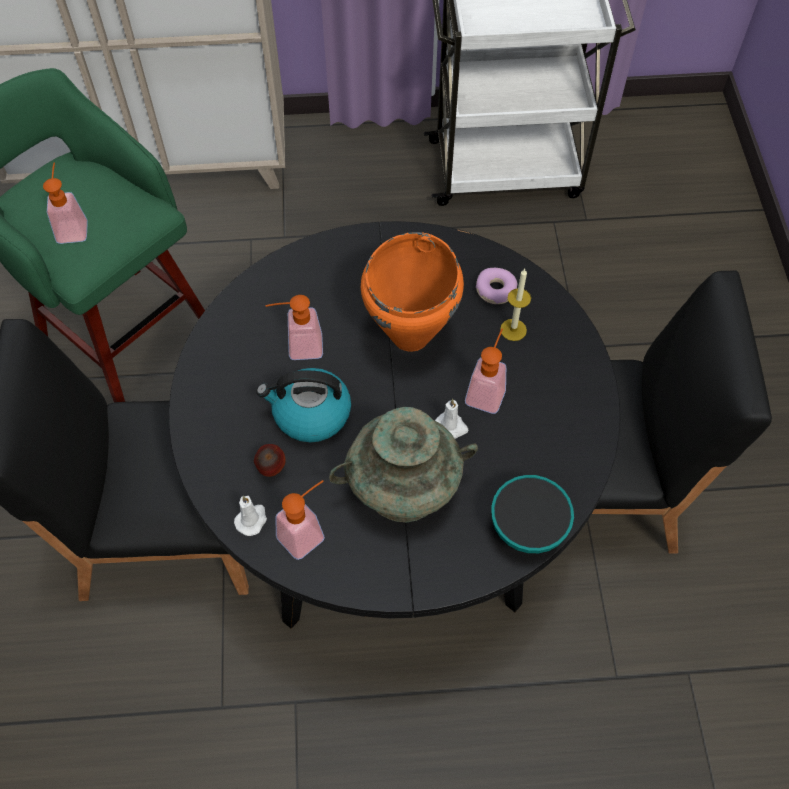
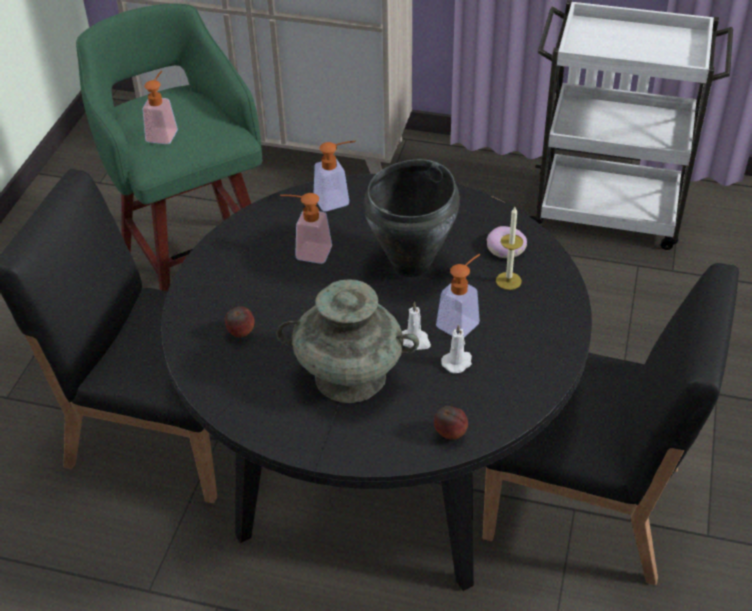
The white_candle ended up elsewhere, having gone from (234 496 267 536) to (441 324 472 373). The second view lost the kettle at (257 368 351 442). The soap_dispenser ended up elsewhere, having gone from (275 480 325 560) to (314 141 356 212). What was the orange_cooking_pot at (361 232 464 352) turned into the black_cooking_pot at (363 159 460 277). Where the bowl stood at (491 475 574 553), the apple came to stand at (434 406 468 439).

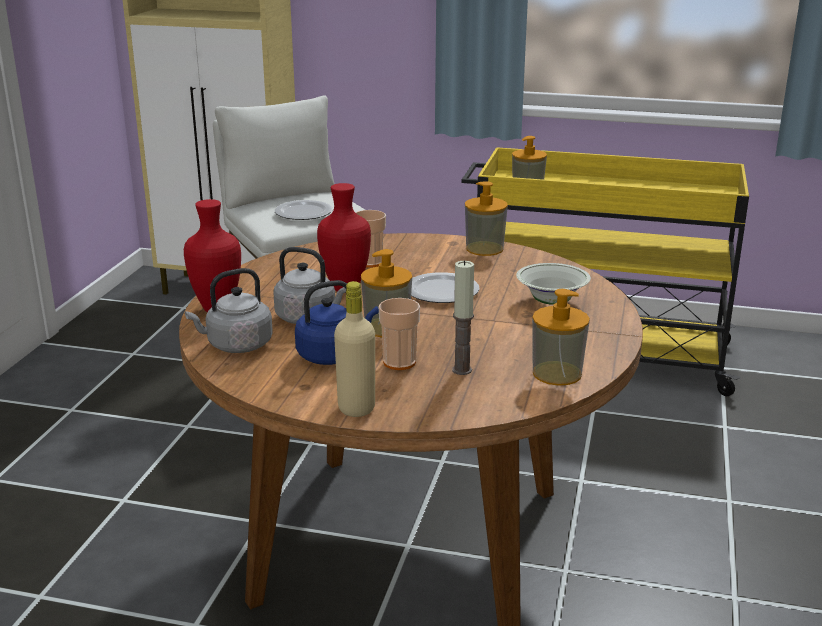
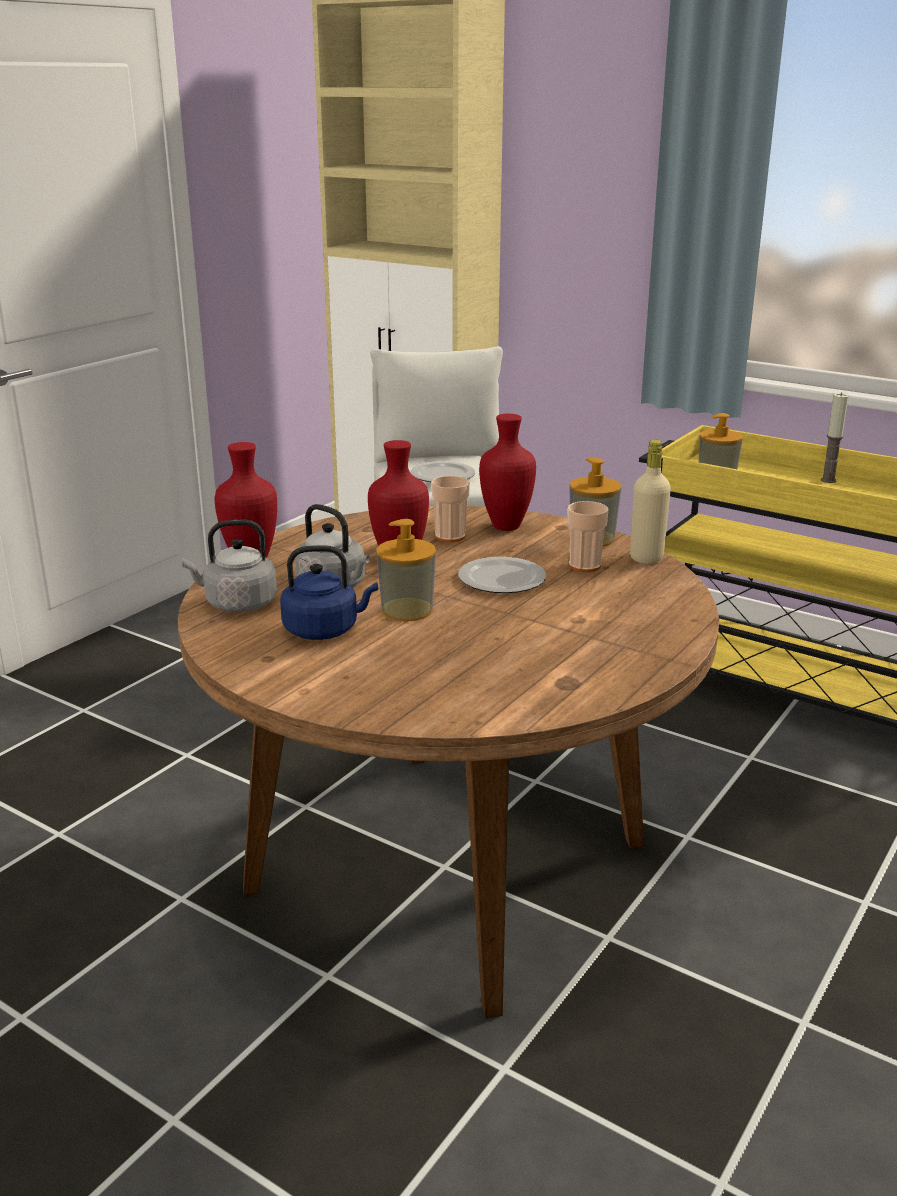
The beige_bottle ended up elsewhere, having gone from (334 281 375 417) to (630 440 671 564). The cup ended up elsewhere, having gone from (378 298 420 370) to (567 501 609 572). The candle ended up elsewhere, having gone from (452 260 474 375) to (821 393 849 483). The second view lost the white_bowl at (516 263 591 305). The second view lost the soap_dispenser at (532 289 590 386). The second view gained the red_vase at (479 414 536 531).

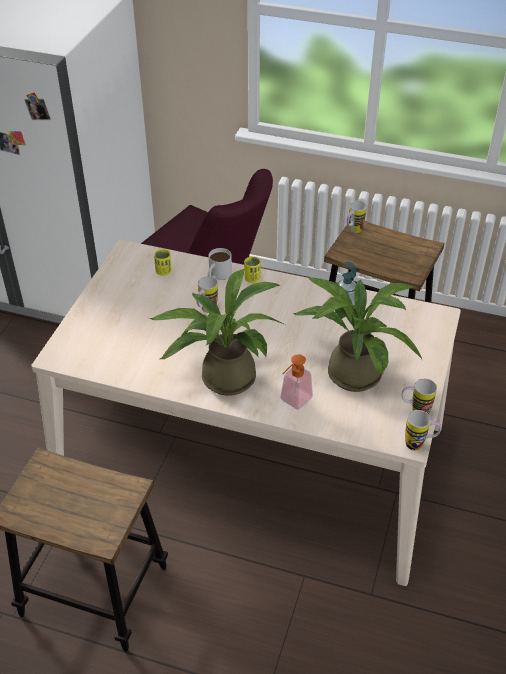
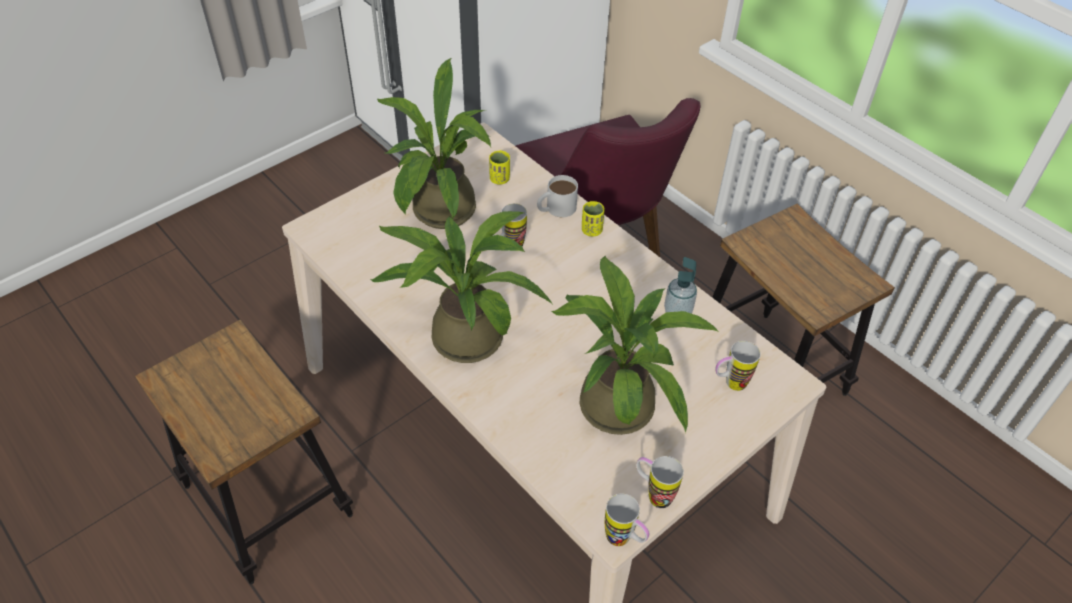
The second view lost the soap_dispenser at (280 354 313 410). The mug ended up elsewhere, having gone from (347 201 367 233) to (715 341 761 391). The second view gained the potted_plant at (377 58 491 229).

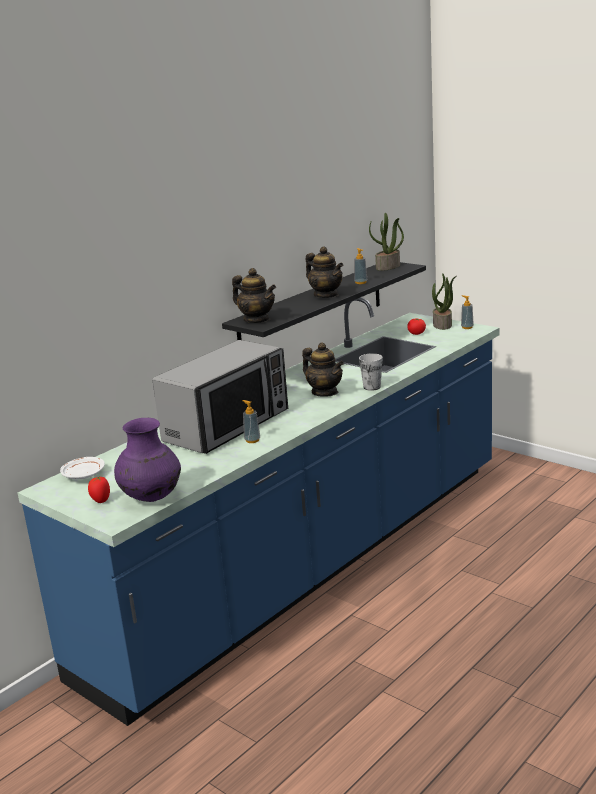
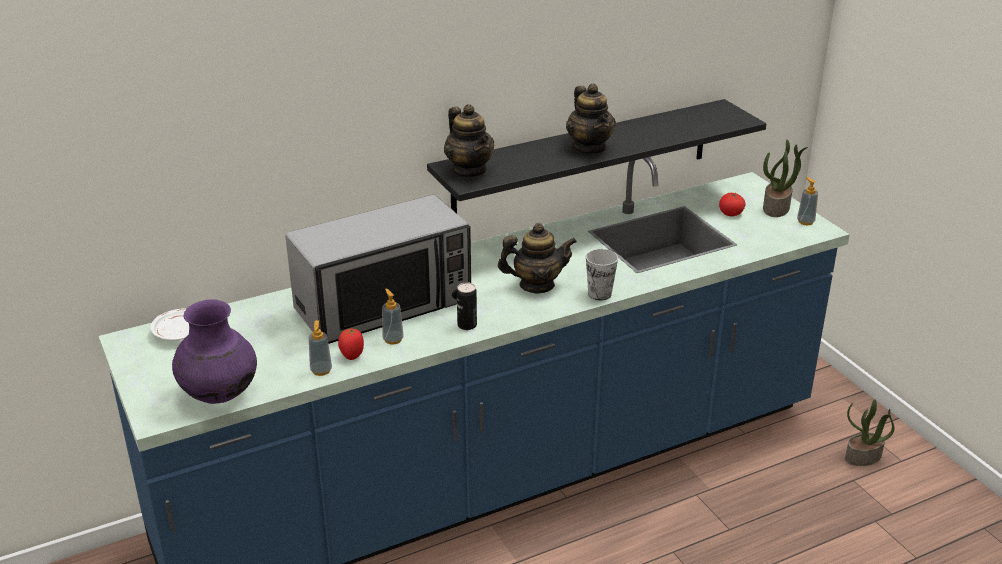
The tomato ended up elsewhere, having gone from (88 476 110 503) to (338 328 364 360). The teapot at (302 342 344 397) ended up facing another way, 75 degrees counterclockwise from before. The soap_dispenser ended up elsewhere, having gone from (354 248 367 284) to (309 320 332 376). The potted_plant ended up elsewhere, having gone from (369 213 404 271) to (845 399 894 466). The second view gained the can at (457 282 477 330).

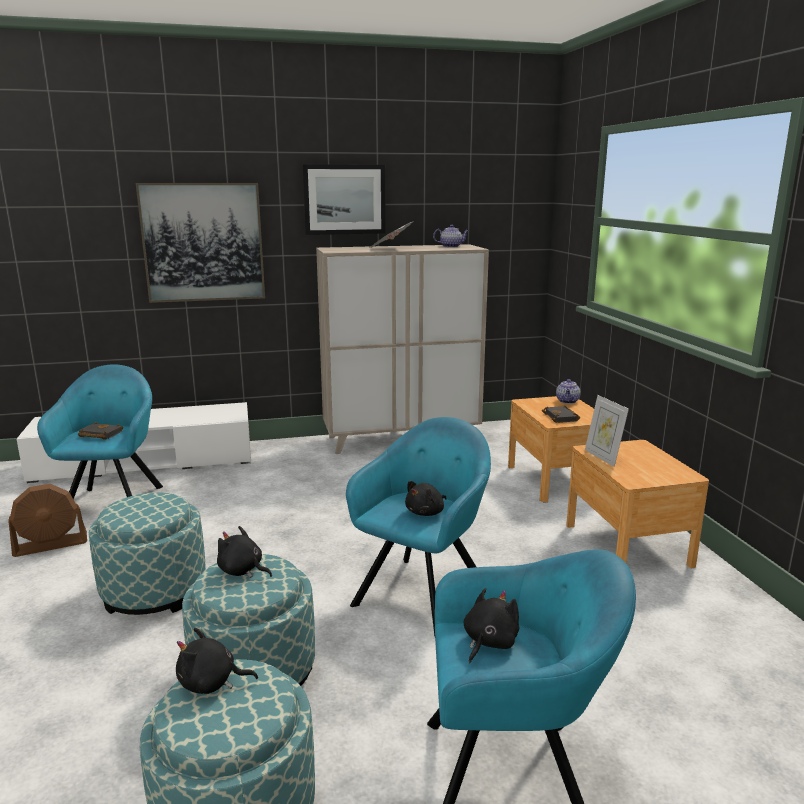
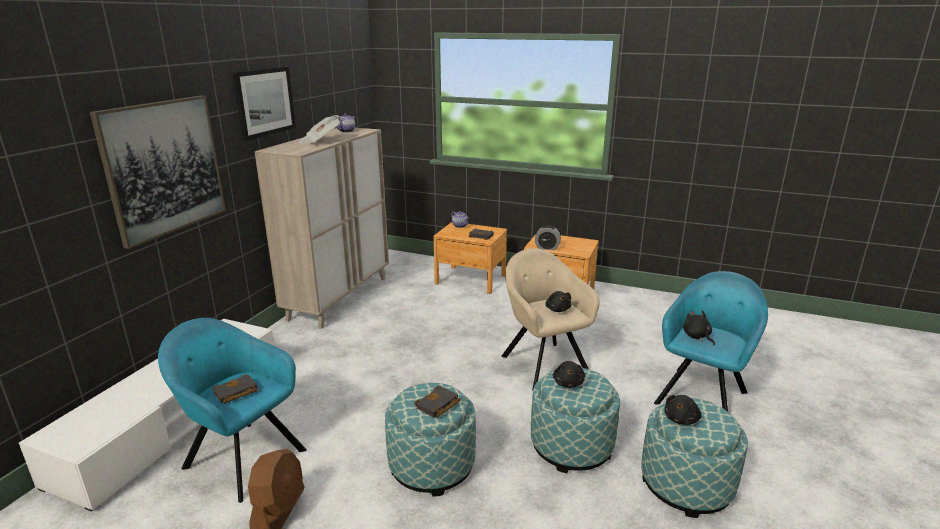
The black_plush_toy at (217 526 272 578) ended up facing another way, 60 degrees counterclockwise from before. What was the turquoise_armchair at (346 417 491 636) turned into the beige_armchair at (502 248 600 391). Where the picture_frame stood at (585 395 629 467), the alarm_clock came to stand at (535 225 561 250). The second view gained the black_book at (414 386 461 418).

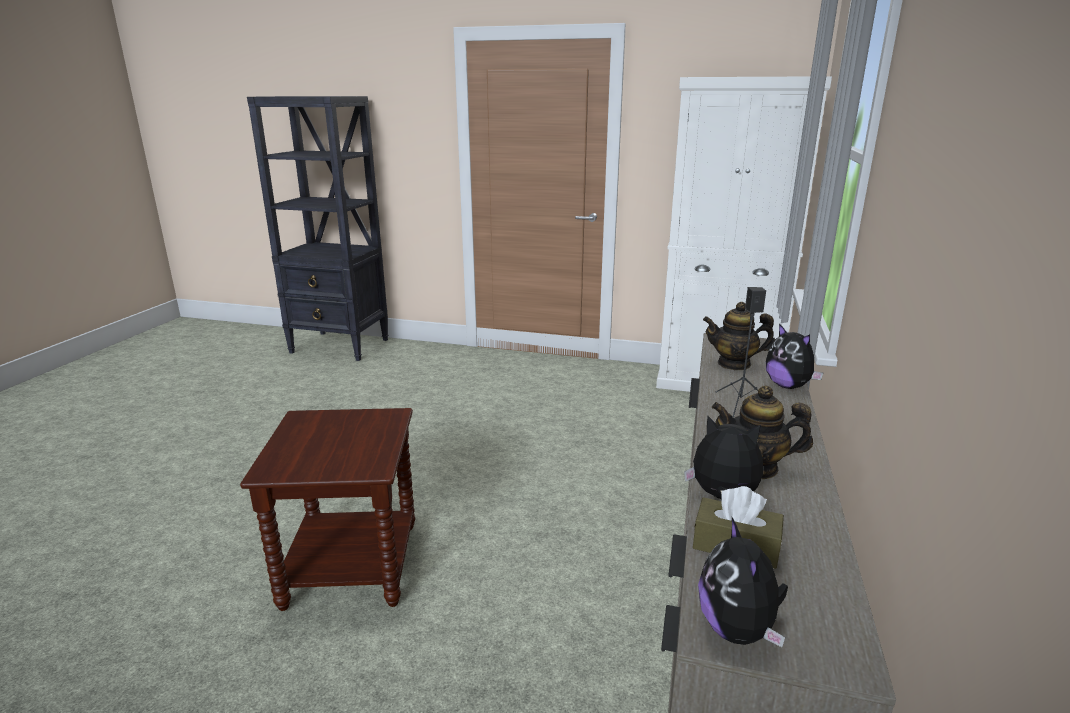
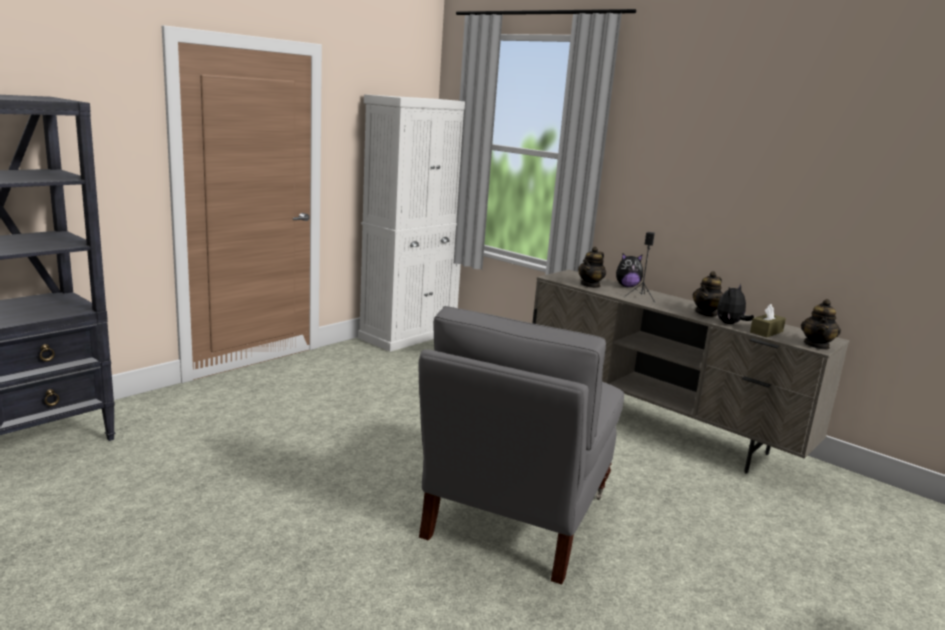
Where the brown_side_table stood at (240 408 415 611), the grey_armchair came to stand at (418 306 624 585). Where the plush_toy stood at (698 518 788 647), the teapot came to stand at (801 299 841 350).

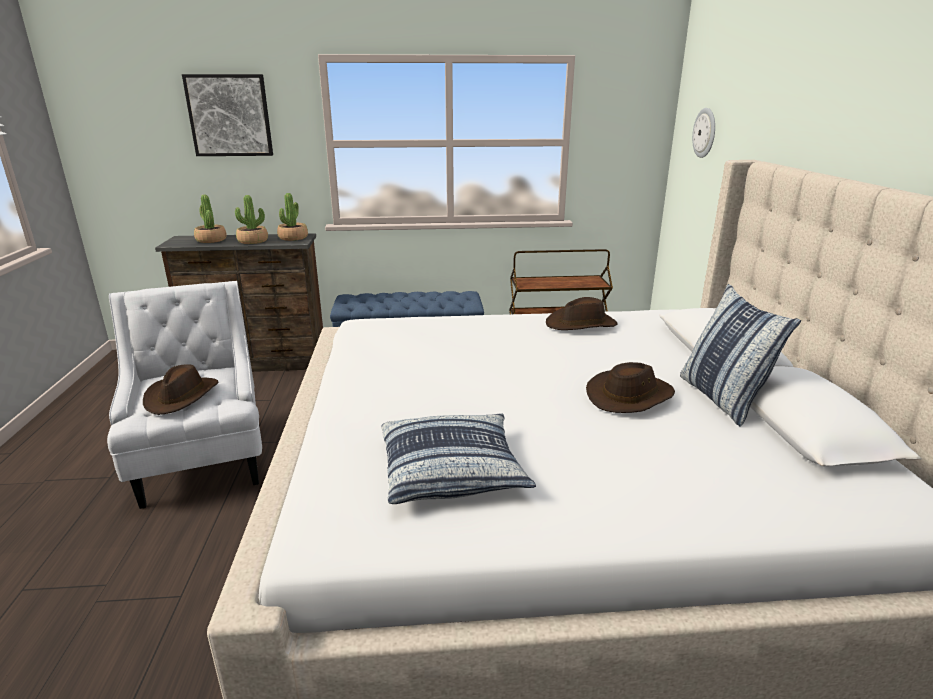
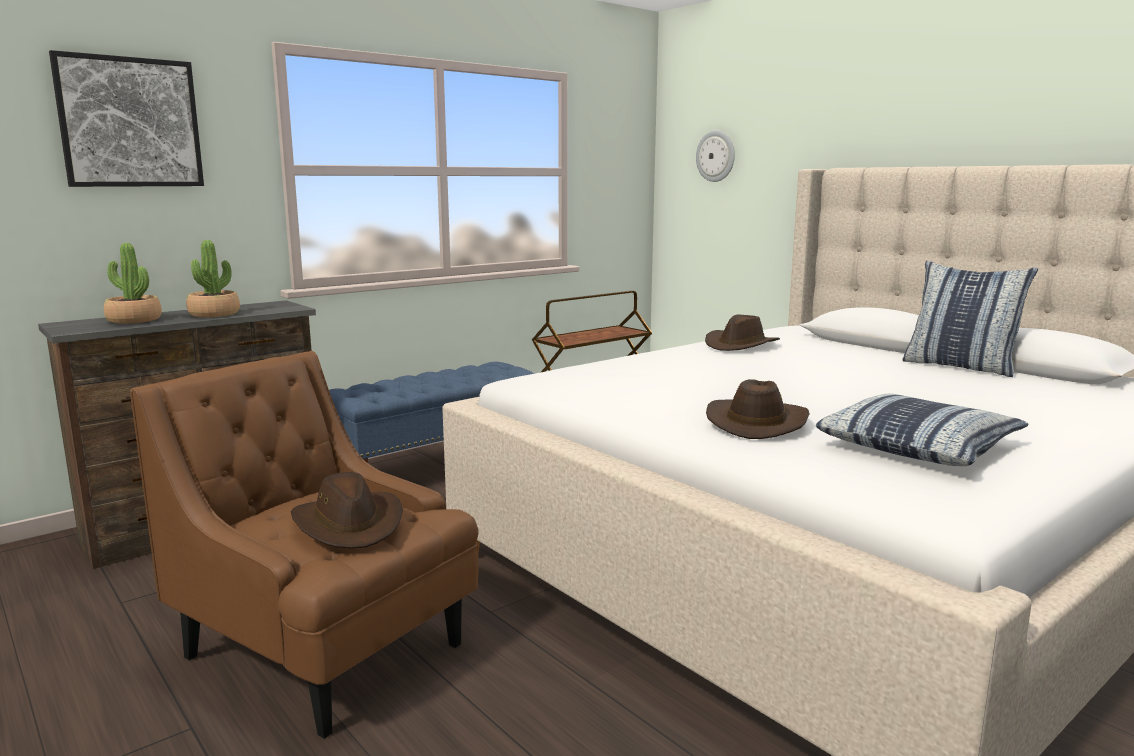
What was the white_armchair at (107 281 262 509) turned into the brown_armchair at (130 351 479 739). The second view lost the potted_plant at (277 193 308 241). The brown_hat ended up elsewhere, having gone from (586 362 675 413) to (706 379 810 439).

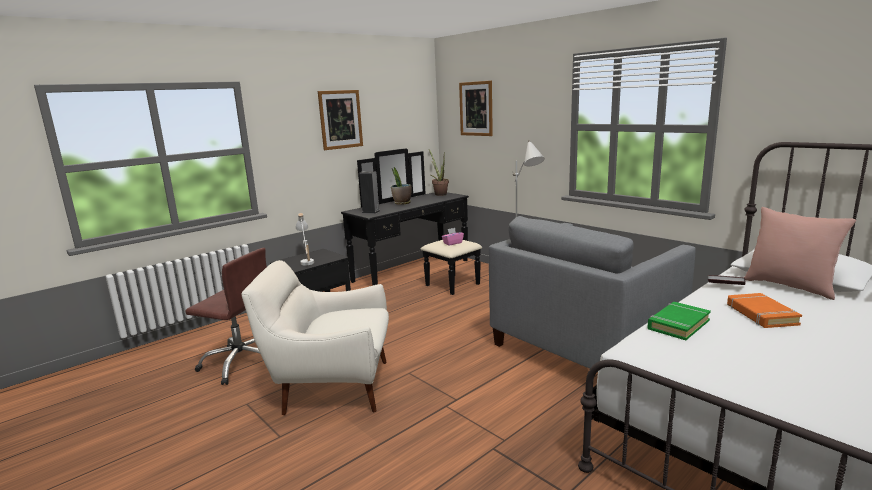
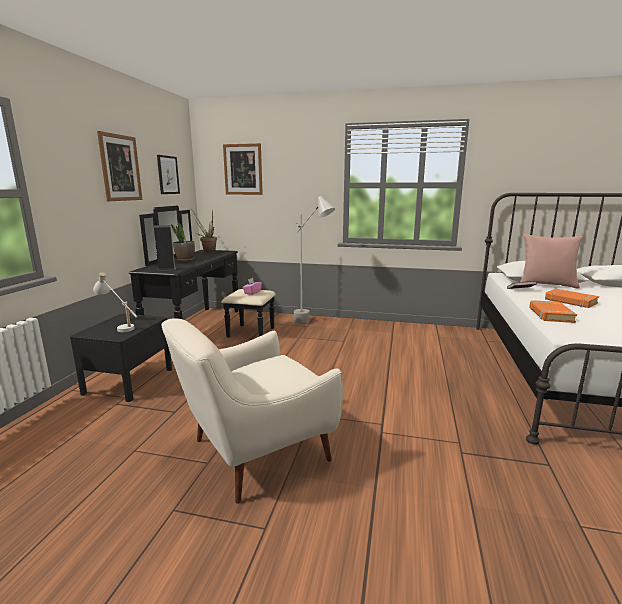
The second view lost the brown_office_chair at (185 248 267 385). The second view lost the grey_armchair at (489 216 695 369). What was the green_book at (647 302 711 340) turned into the orange_book at (529 300 577 323). The second view gained the picture at (157 155 180 194).

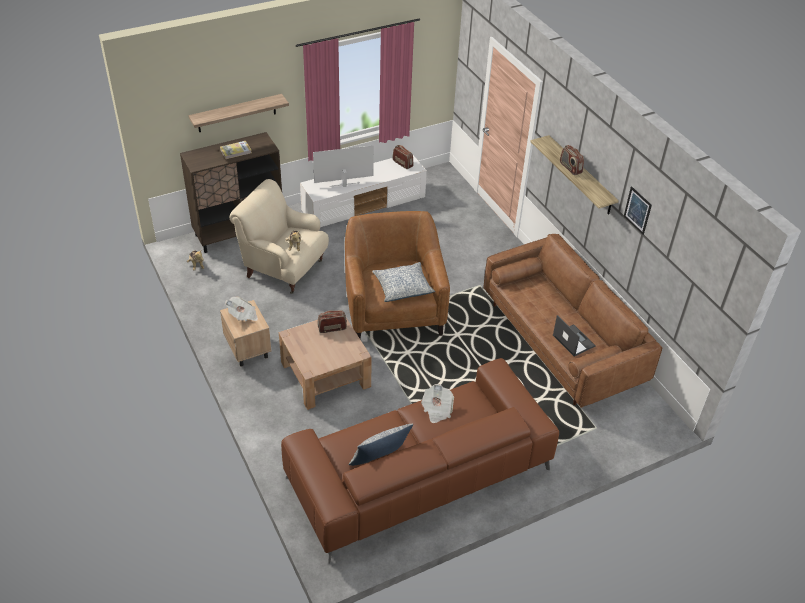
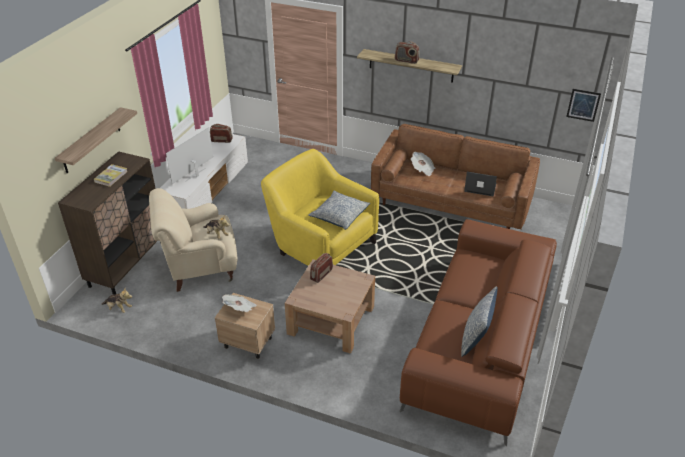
What was the brown_armchair at (345 211 450 339) turned into the yellow_armchair at (261 149 379 266). The newspaper ended up elsewhere, having gone from (421 384 454 423) to (411 152 435 176). The picture ended up elsewhere, having gone from (624 186 652 235) to (566 89 601 122).

